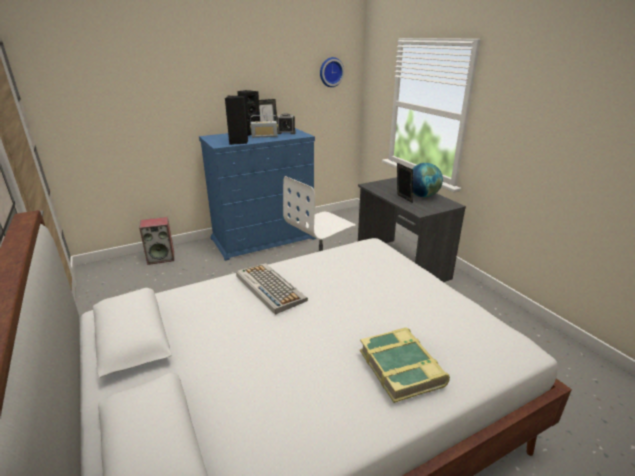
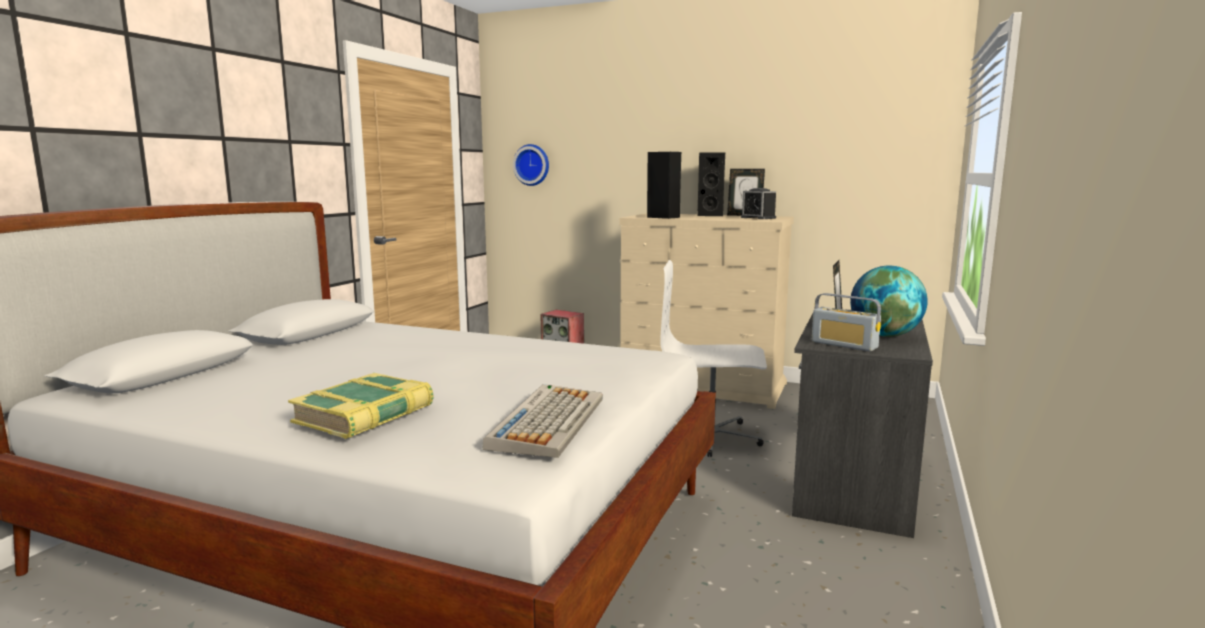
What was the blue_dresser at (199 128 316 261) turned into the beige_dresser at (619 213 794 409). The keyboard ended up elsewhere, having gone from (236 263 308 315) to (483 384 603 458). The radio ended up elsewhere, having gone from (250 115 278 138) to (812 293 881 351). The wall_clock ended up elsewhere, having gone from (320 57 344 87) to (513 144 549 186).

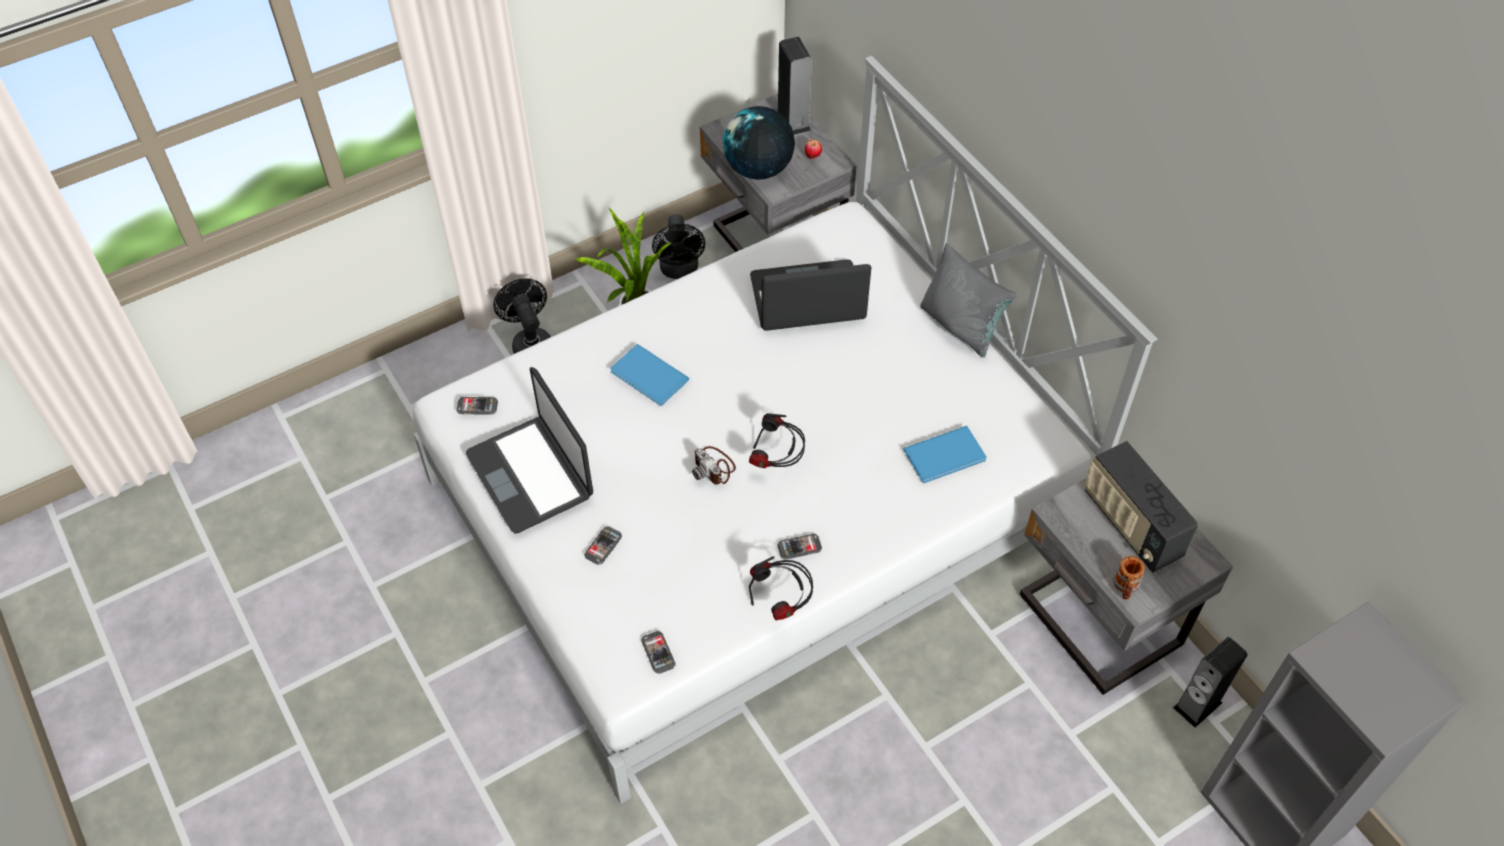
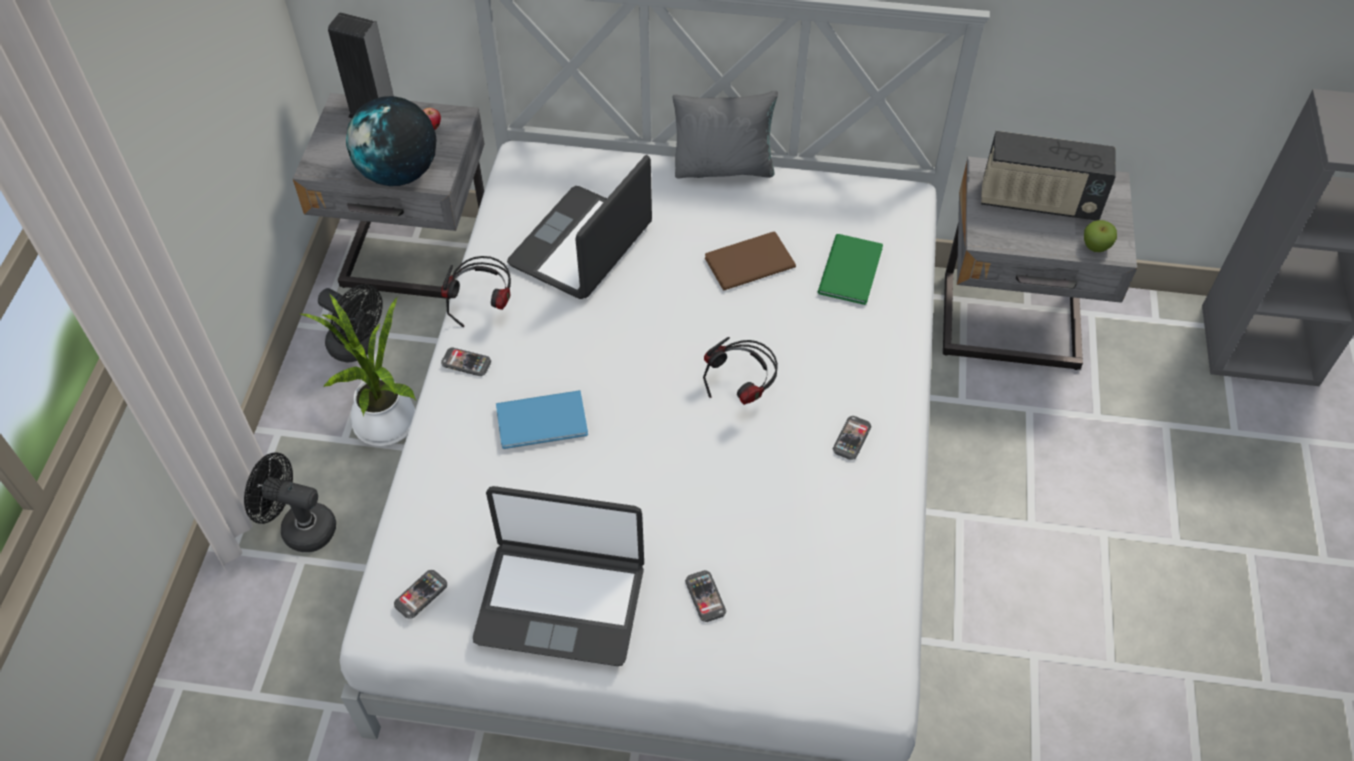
The phone ended up elsewhere, having gone from (641 631 676 674) to (441 347 491 376). The second view lost the photo_camera at (692 446 736 485). The headphones ended up elsewhere, having gone from (749 556 813 621) to (441 256 511 327). What was the blue_book at (903 426 986 483) turned into the green_book at (818 234 883 305). Where the mug stood at (1113 556 1145 600), the apple came to stand at (1084 220 1117 252). The second view lost the speaker at (1173 637 1248 728). The second view gained the brown_book at (705 232 796 291).

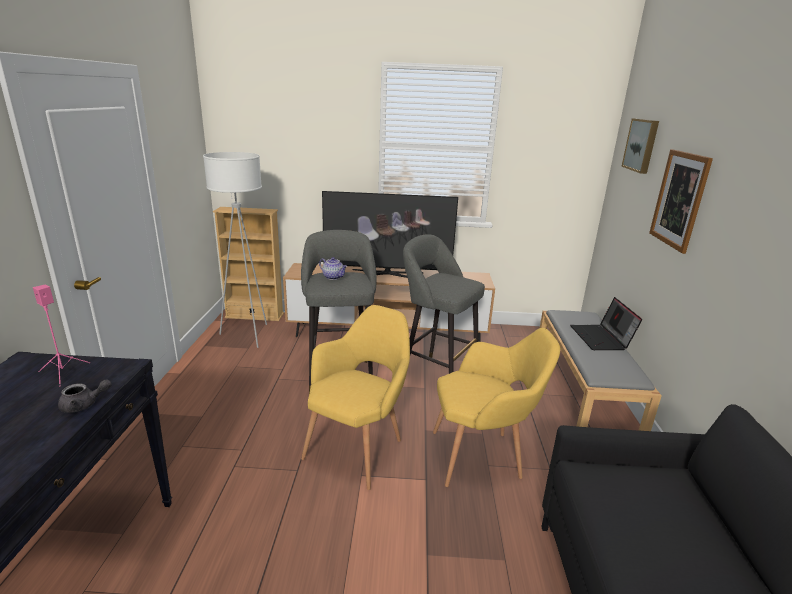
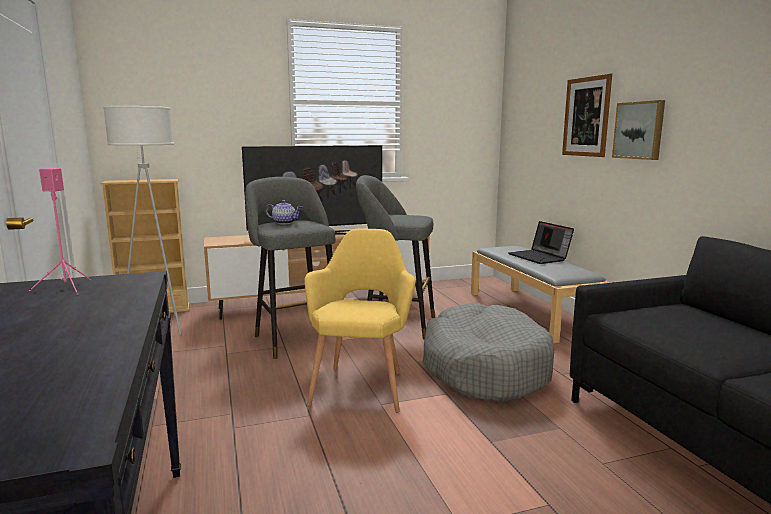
The second view lost the grey_teapot at (58 379 112 413). Where the yellow_armchair stood at (433 328 560 487), the grey_dog_bed came to stand at (422 303 554 403). The picture ended up elsewhere, having gone from (621 118 659 174) to (612 100 665 160).

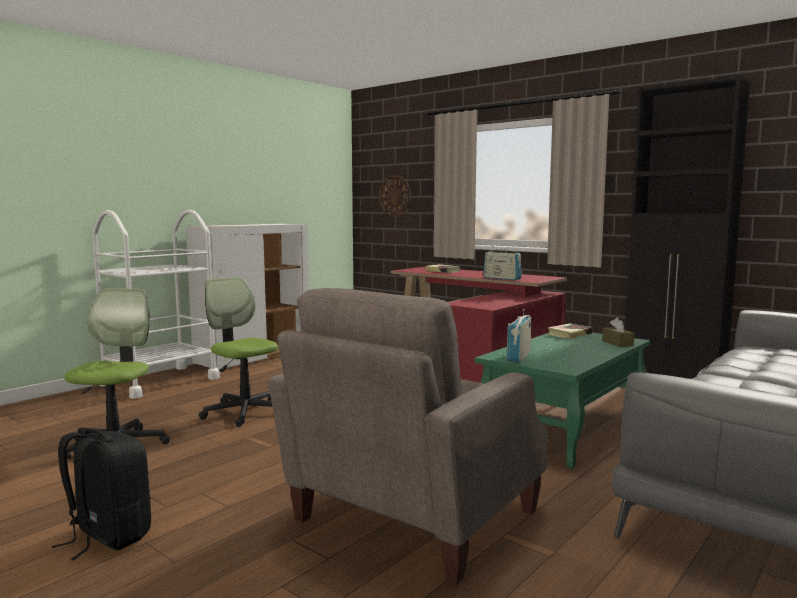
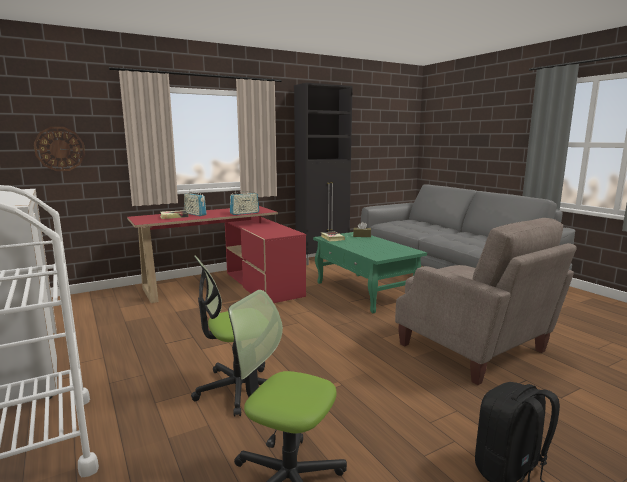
The radio ended up elsewhere, having gone from (507 309 531 362) to (184 192 206 216).

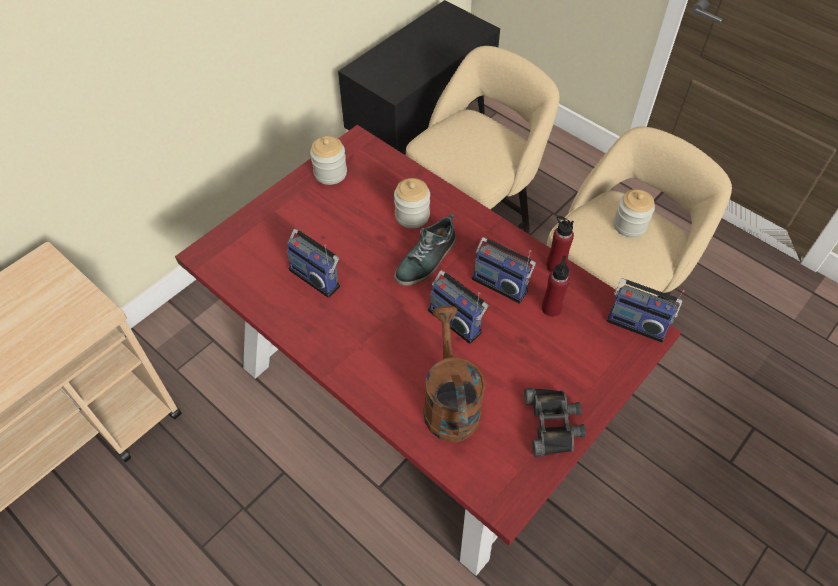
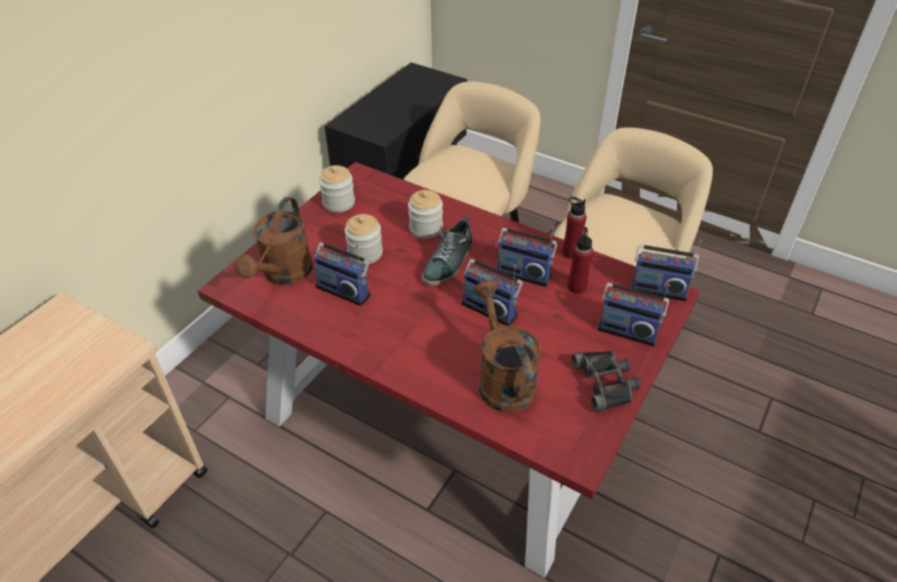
The jar ended up elsewhere, having gone from (614 189 655 238) to (344 214 383 265). The second view gained the brown_watering_can at (235 197 313 285). The second view gained the radio at (597 283 670 346).

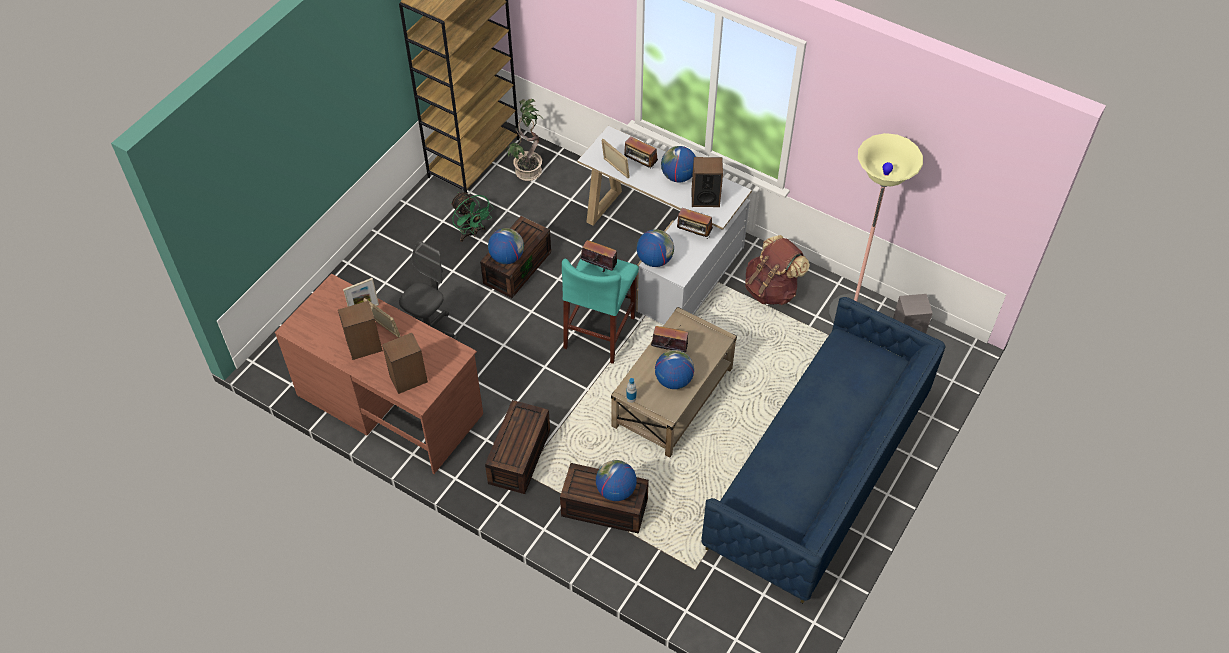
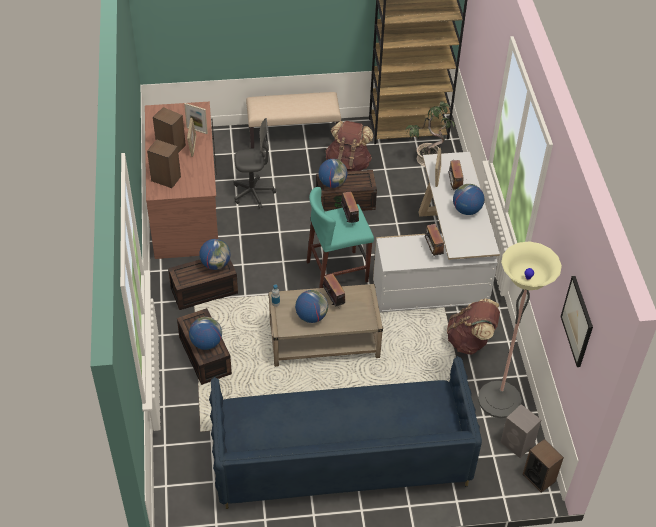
Where the green_fan stood at (451 192 494 242), the brown_backpack came to stand at (326 121 373 171). The globe ended up elsewhere, having gone from (637 229 674 267) to (199 239 231 270). The speaker ended up elsewhere, having gone from (691 157 723 207) to (523 439 564 493). The second view gained the beige_bench at (246 92 341 148). The second view gained the picture at (561 276 593 367).

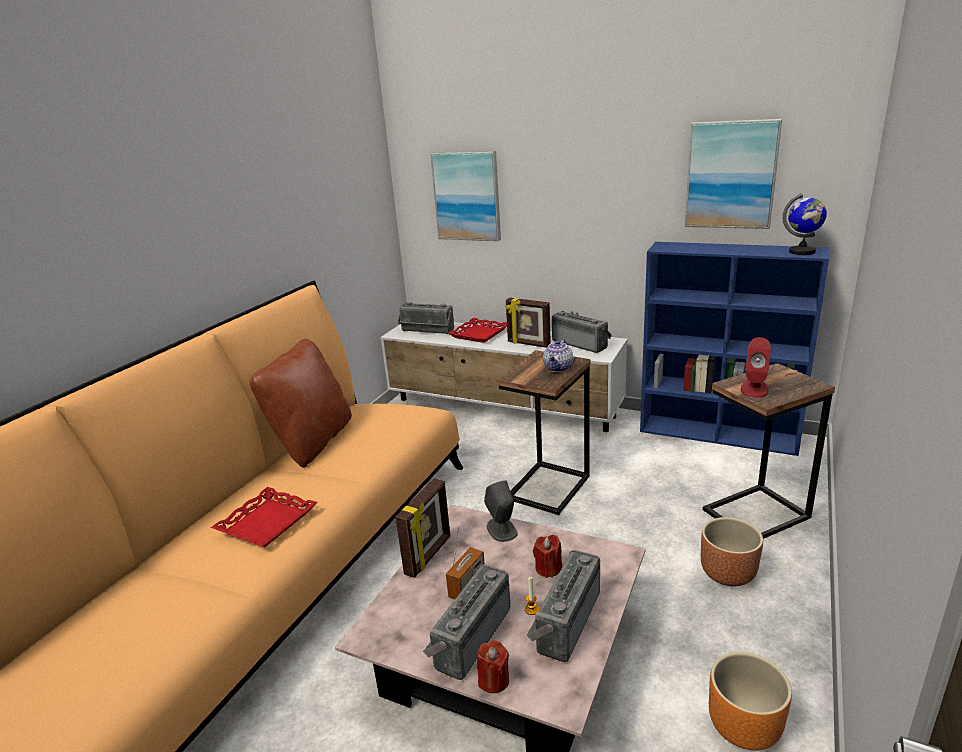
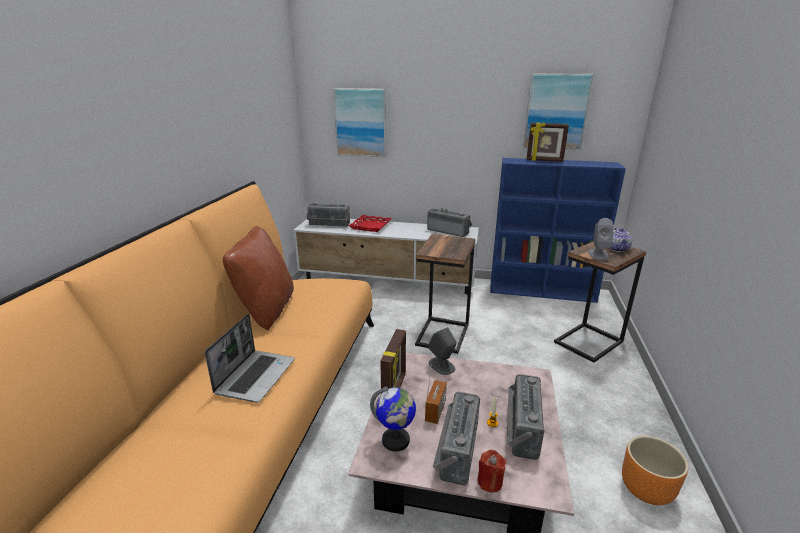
Where the red_tray stood at (211 487 317 547), the laptop came to stand at (205 314 295 403). The picture_frame ended up elsewhere, having gone from (505 298 551 348) to (526 122 569 162). The second view lost the red_candle at (533 535 562 578). The teapot ended up elsewhere, having gone from (543 339 573 372) to (610 227 632 252). The second view lost the brown_planter at (701 517 763 586). What was the red_speaker at (741 337 771 398) turned into the grey_speaker at (589 218 614 260). The globe ended up elsewhere, having gone from (782 193 827 255) to (370 386 416 451).

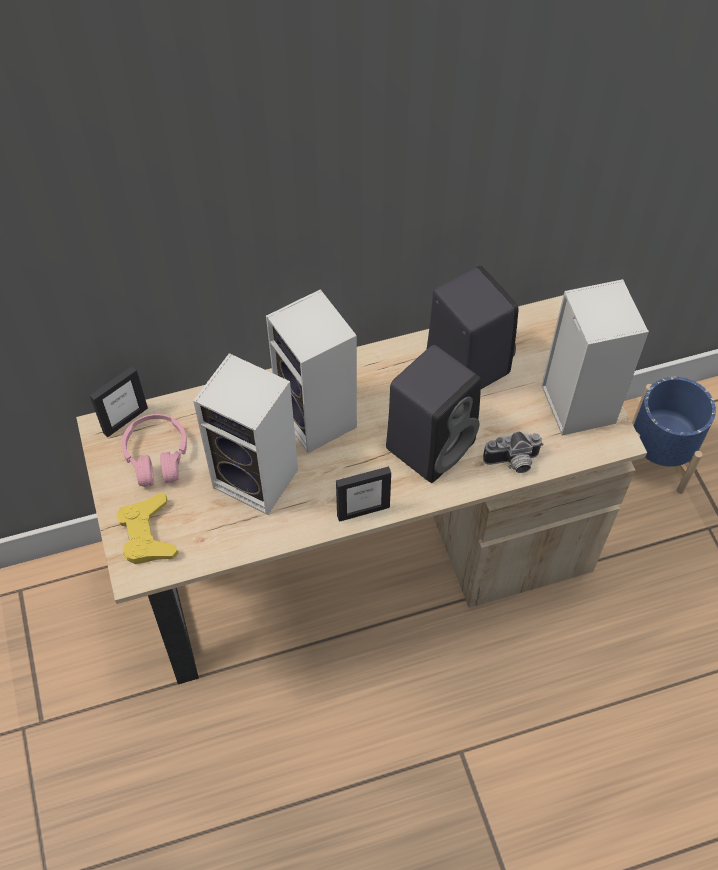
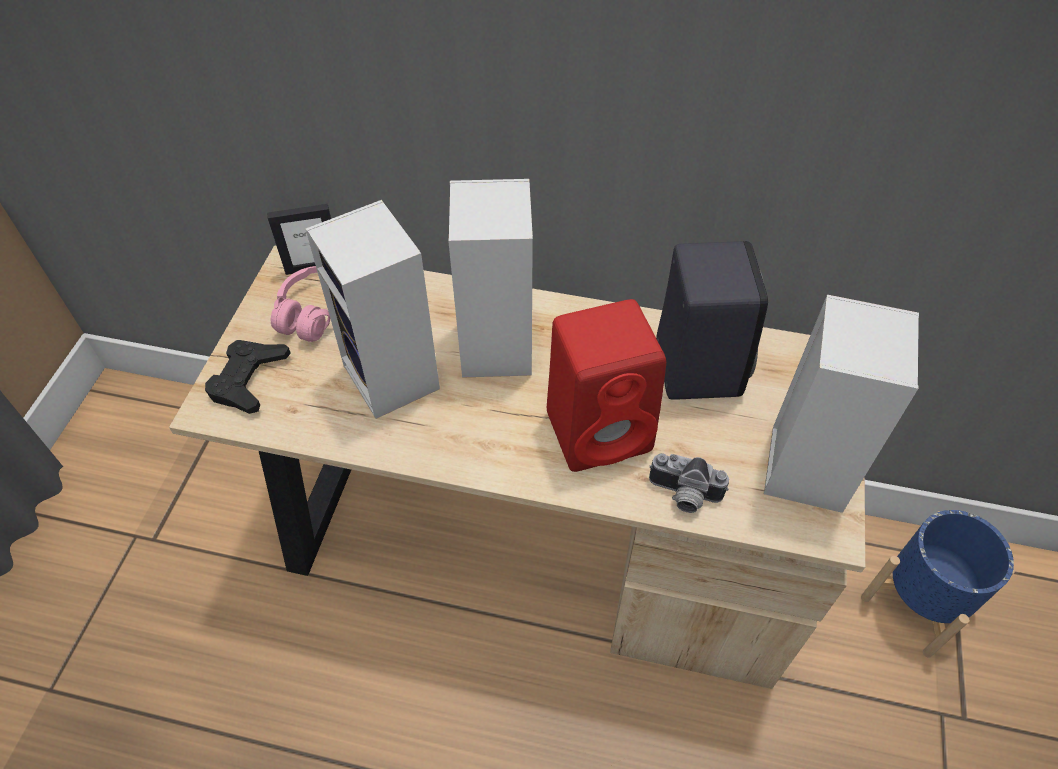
What was the yellow_game_controller at (116 493 179 564) turned into the black_game_controller at (205 340 291 414). The second view lost the picture_frame at (336 466 391 522). What was the black_speaker at (386 345 481 483) turned into the red_speaker at (547 299 666 472).

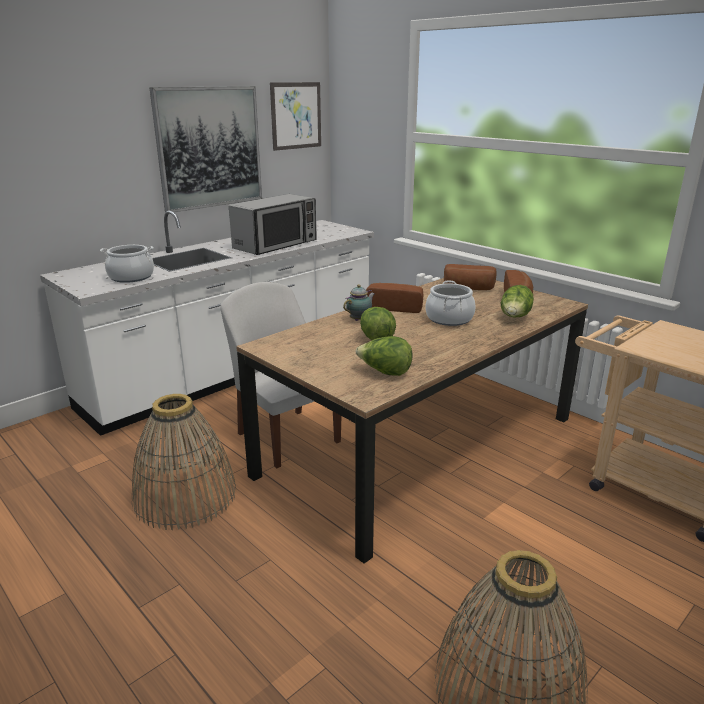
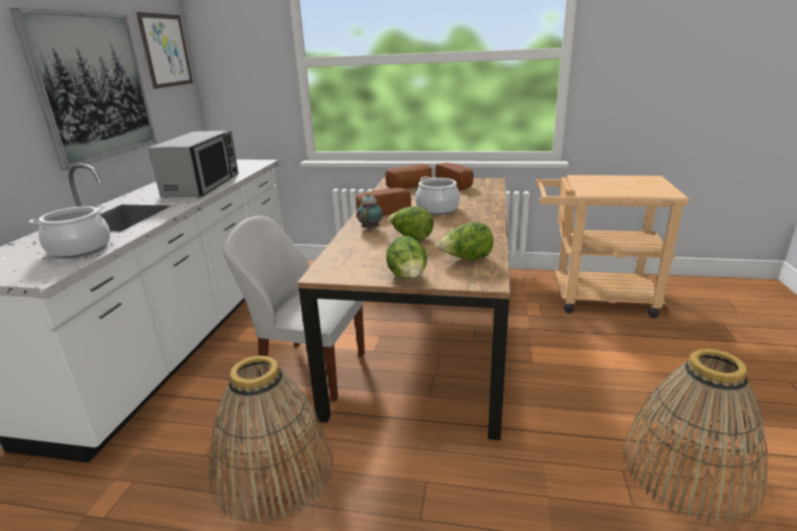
The lettuce ended up elsewhere, having gone from (501 285 534 317) to (386 236 427 279).

